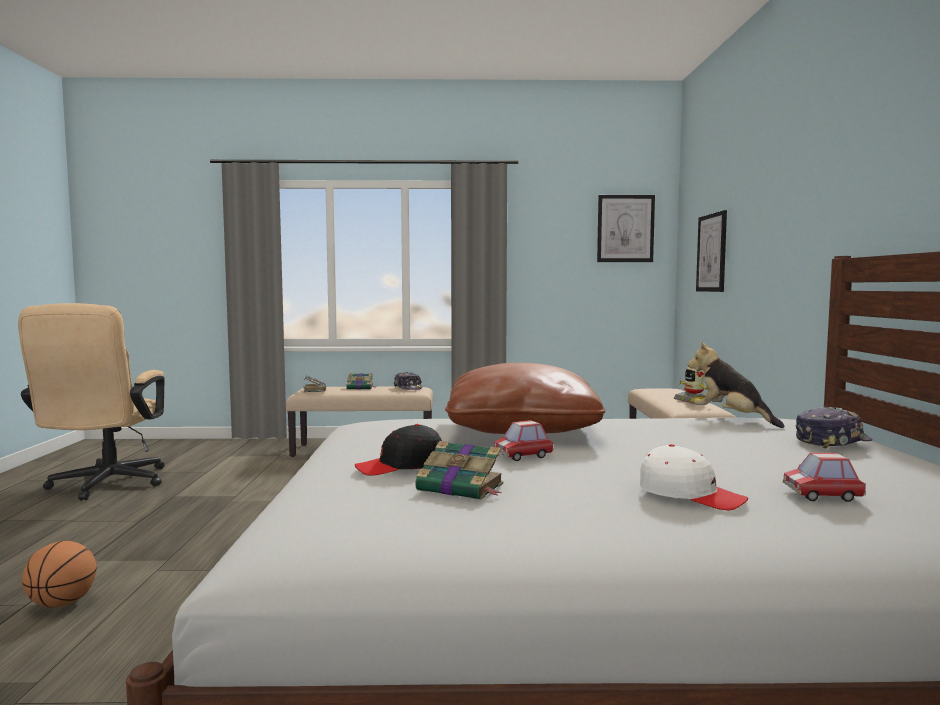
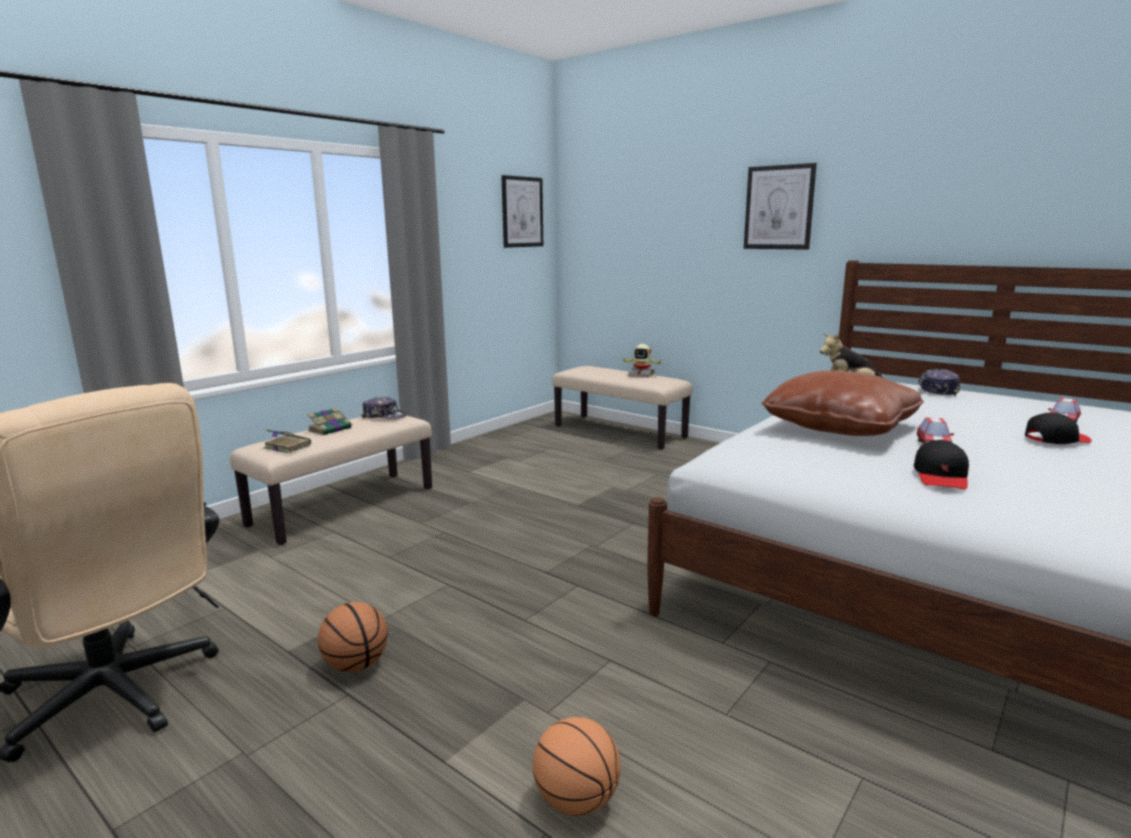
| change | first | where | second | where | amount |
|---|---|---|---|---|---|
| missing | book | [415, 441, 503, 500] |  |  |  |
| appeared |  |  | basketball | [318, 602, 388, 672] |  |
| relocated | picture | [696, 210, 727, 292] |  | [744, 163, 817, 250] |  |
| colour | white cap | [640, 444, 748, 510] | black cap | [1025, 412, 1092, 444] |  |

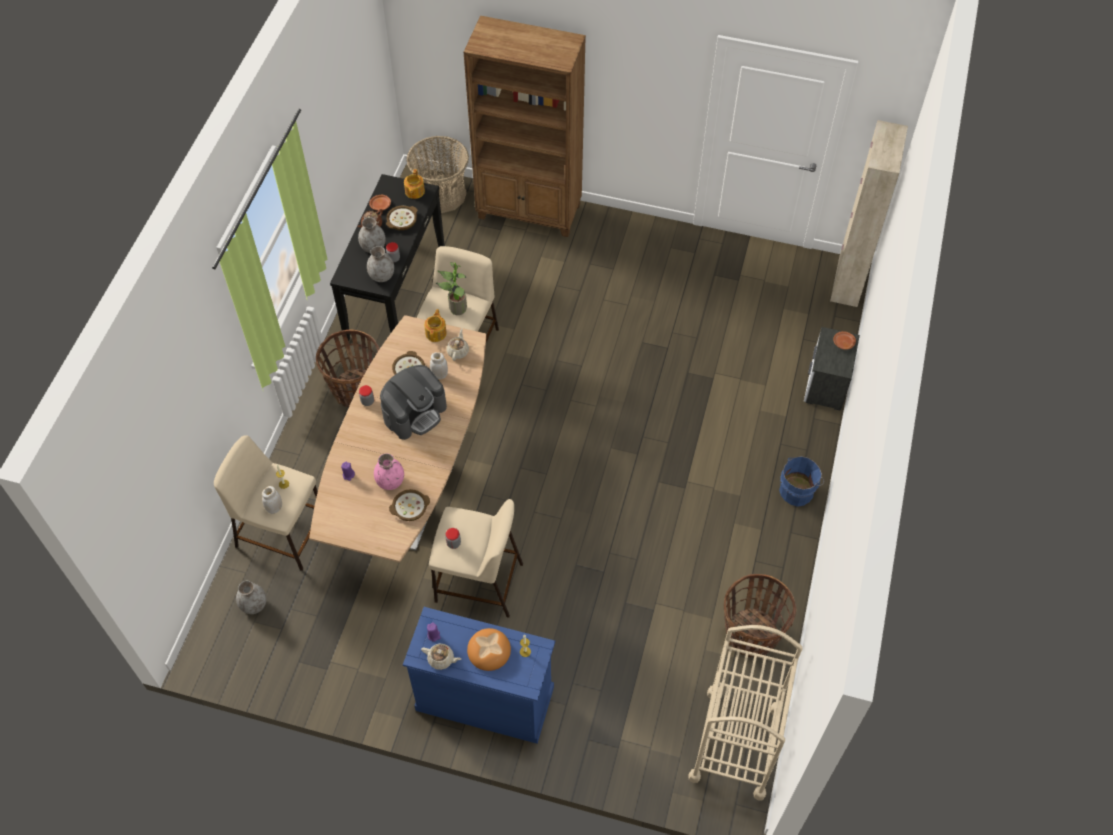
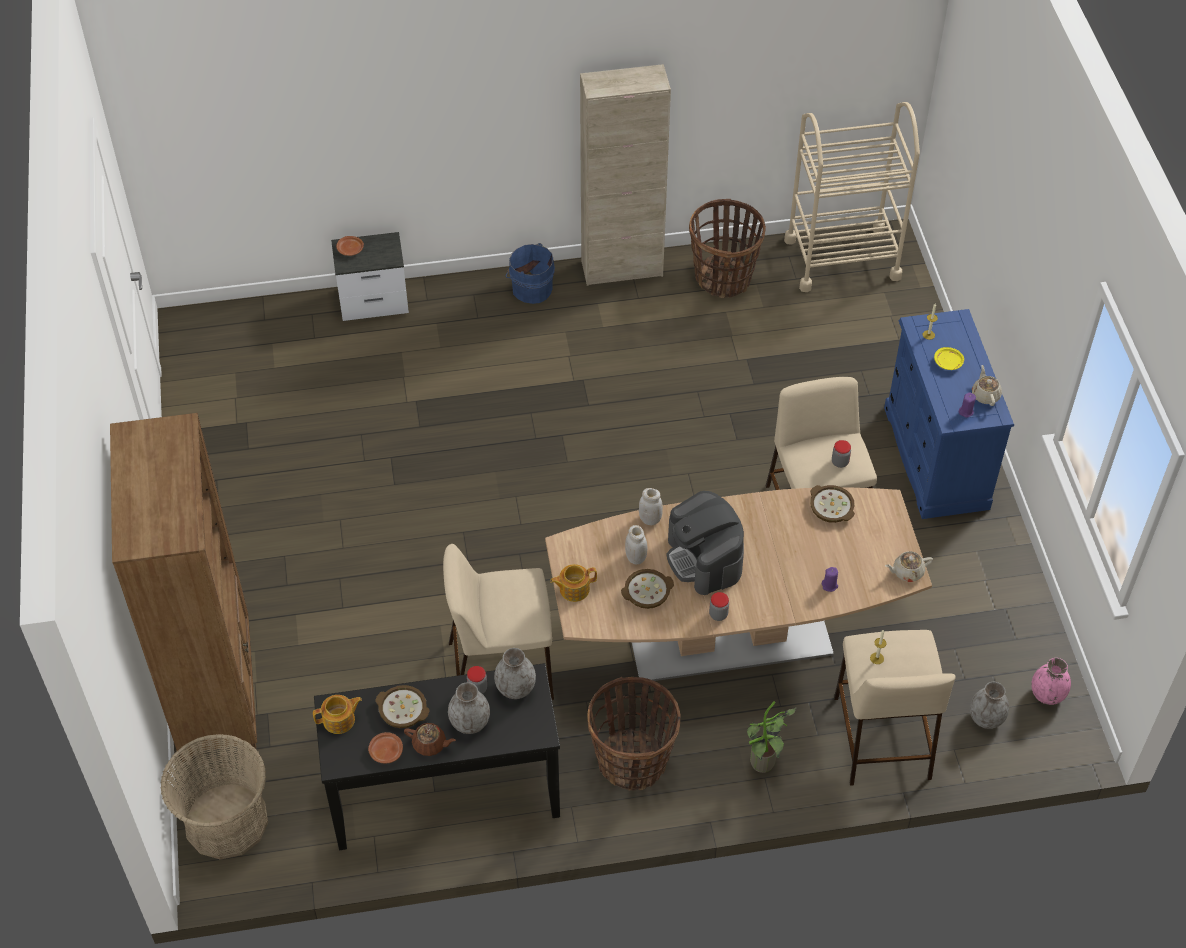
| change | first | where | second | where | amount |
|---|---|---|---|---|---|
| relocated | white jar | [262, 486, 282, 514] |  | [639, 488, 663, 526] |  |
| relocated | pink vase | [374, 453, 404, 490] |  | [1031, 658, 1071, 705] |  |
| relocated | potted plant | [436, 262, 467, 315] |  | [747, 701, 797, 773] |  |
| relocated | beige teapot | [446, 328, 469, 361] |  | [885, 551, 933, 582] |  |
| relocated | beige cabinet | [830, 120, 908, 307] |  | [580, 64, 671, 286] |  |
| exchanged | bread | [467, 628, 511, 671] | yellow plate | [934, 347, 964, 370] |  |
| spun | coffee machine | [380, 365, 447, 440] |  | [667, 491, 744, 595] | 135 degrees counterclockwise |

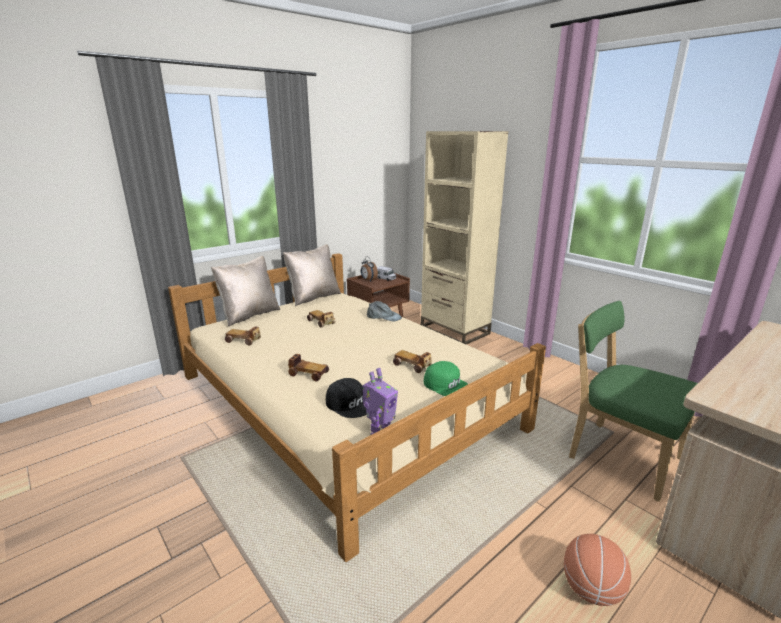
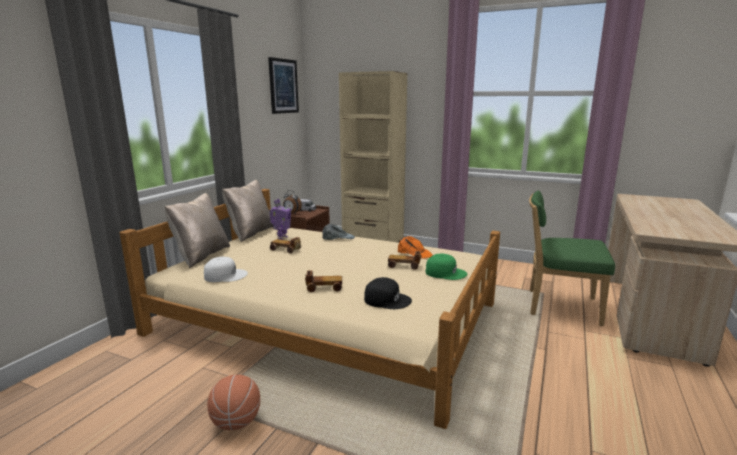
| change | first | where | second | where | amount |
|---|---|---|---|---|---|
| appeared |  |  | picture | [268, 57, 299, 114] |  |
| appeared |  |  | orange cap | [398, 236, 433, 259] |  |
| relocated | toy robot | [362, 368, 398, 435] |  | [269, 199, 291, 240] |  |
| relocated | basketball | [564, 534, 631, 606] |  | [207, 375, 260, 430] |  |
| exchanged | toy car | [225, 327, 261, 346] | white cap | [204, 257, 248, 282] |  |

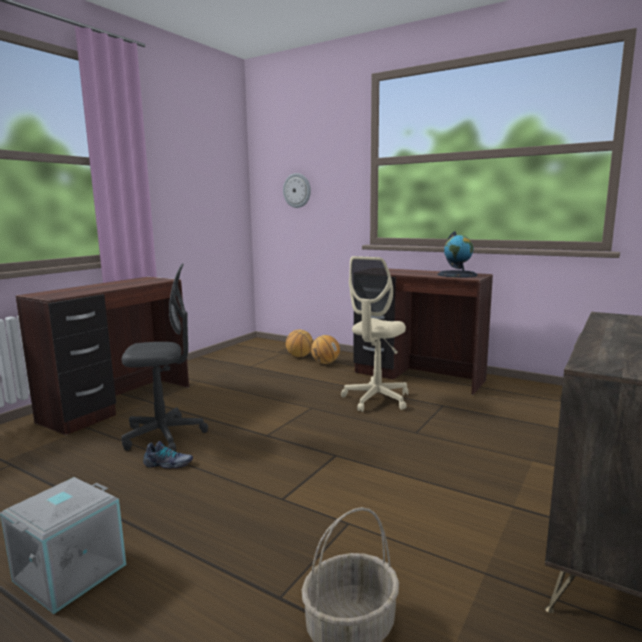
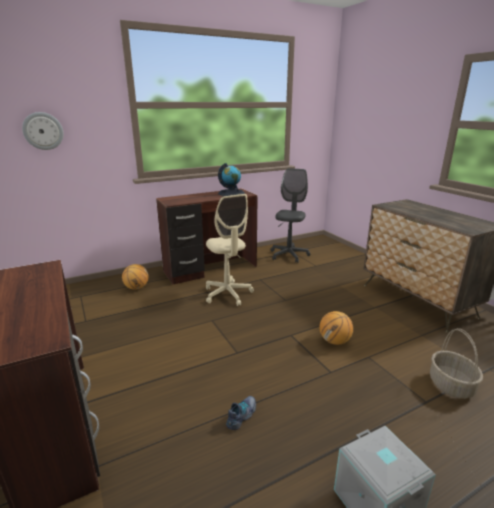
| change | first | where | second | where | amount |
|---|---|---|---|---|---|
| relocated | grey office chair | [121, 263, 208, 452] |  | [271, 168, 310, 263] |  |
| relocated | basketball | [286, 330, 313, 357] |  | [320, 311, 353, 345] |  |

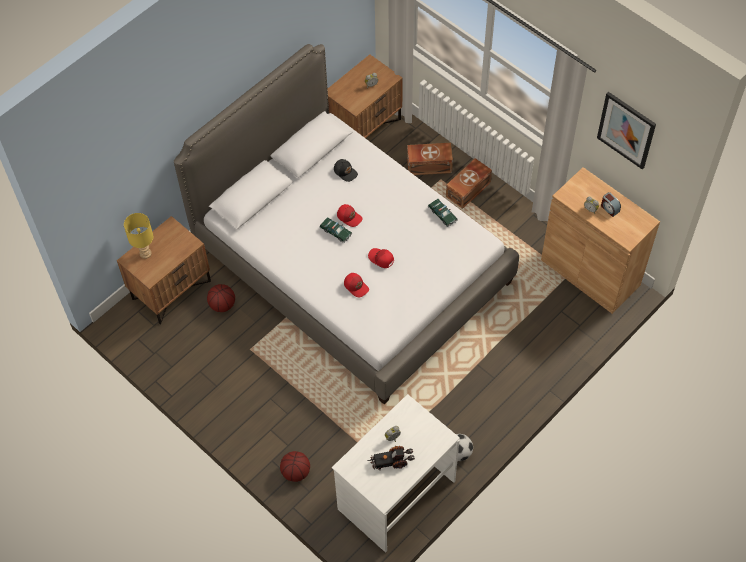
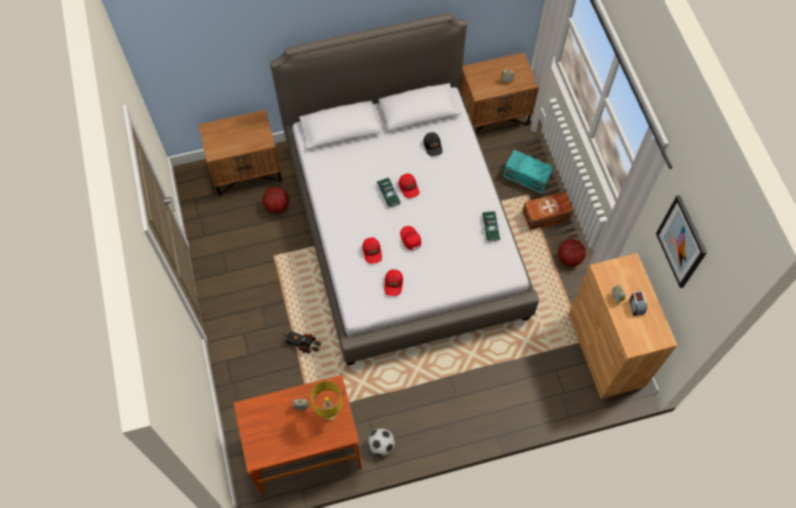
| change | first | where | second | where | amount |
|---|---|---|---|---|---|
| appeared |  |  | red cap | [384, 269, 403, 296] |  |
| relocated | yellow table lamp | [124, 213, 153, 259] |  | [311, 381, 342, 421] |  |
| relocated | basketball | [280, 451, 310, 482] |  | [558, 239, 586, 266] |  |
| relocated | toy truck | [367, 446, 415, 470] |  | [282, 331, 321, 353] |  |
| colour | white desk | [332, 394, 460, 553] | brown desk | [234, 375, 362, 496] |  |
| colour | brown storage box | [407, 143, 453, 175] | turquoise storage box | [503, 150, 553, 194] |  |

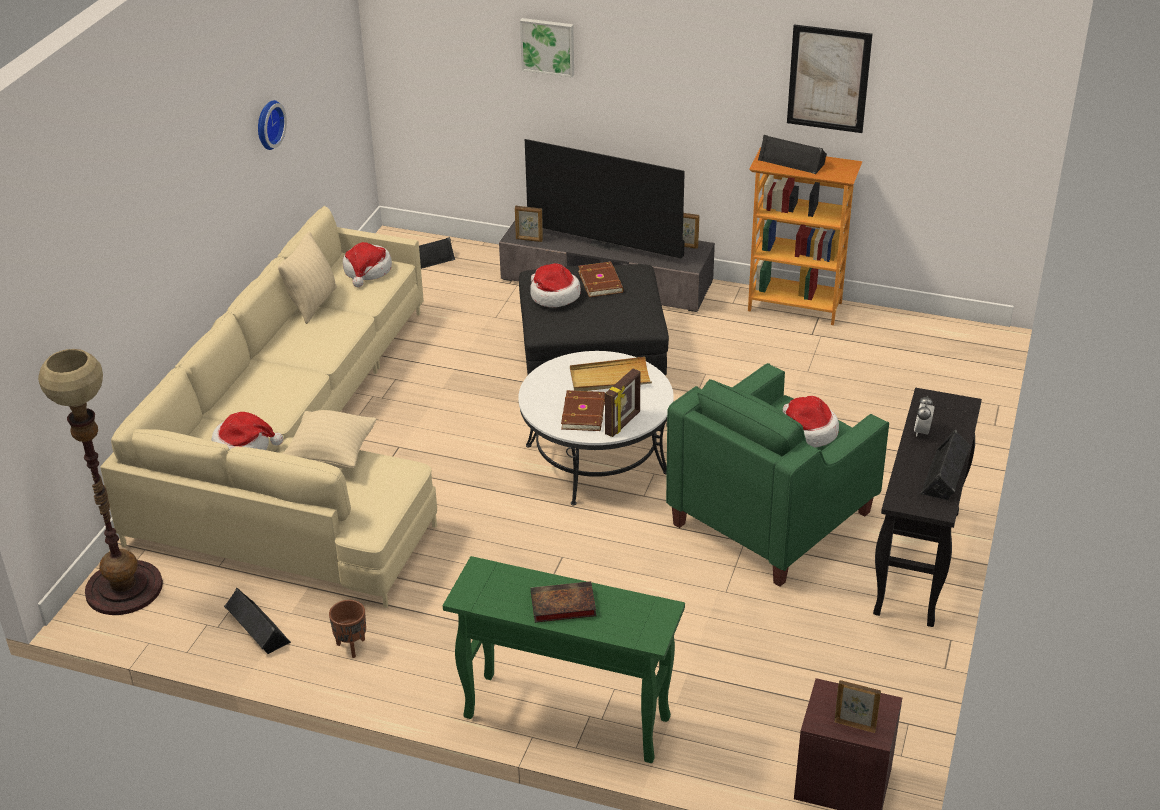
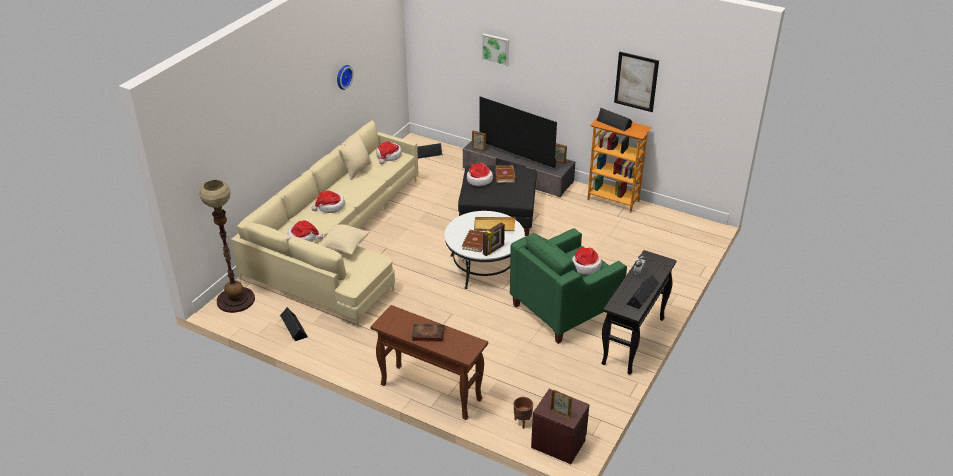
| change | first | where | second | where | amount |
|---|---|---|---|---|---|
| appeared |  |  | hat | [312, 191, 345, 213] |  |
| relocated | brown planter | [329, 600, 366, 658] |  | [514, 397, 533, 429] |  |
| colour | green console table | [443, 556, 685, 763] | brown console table | [370, 305, 488, 420] |  |

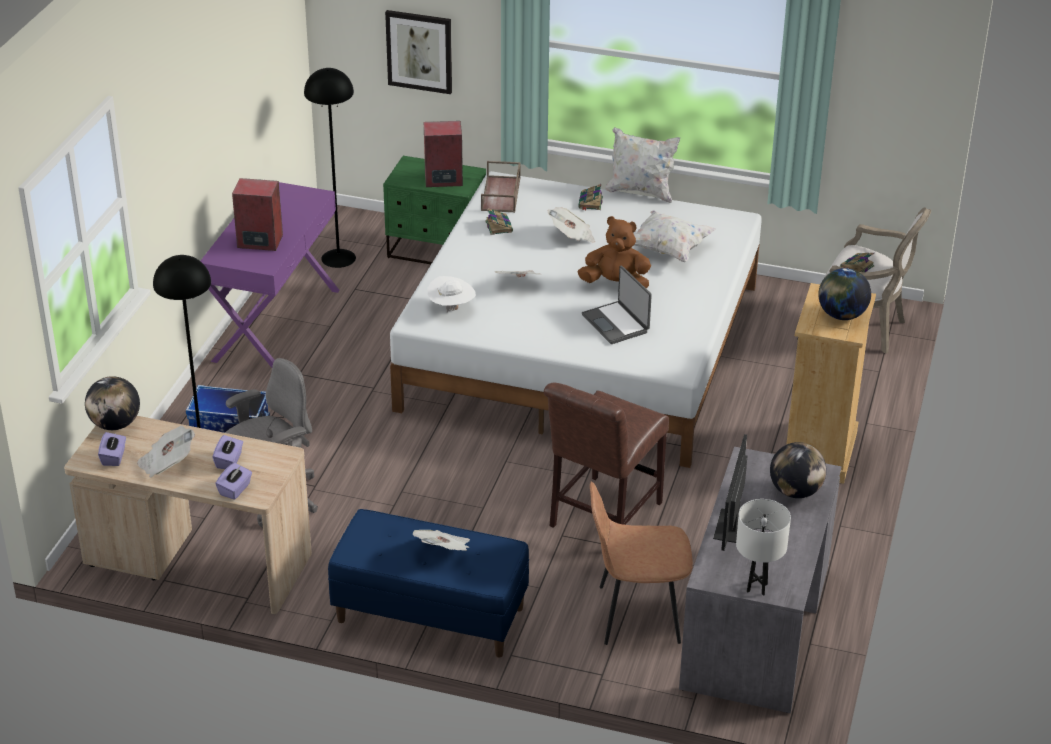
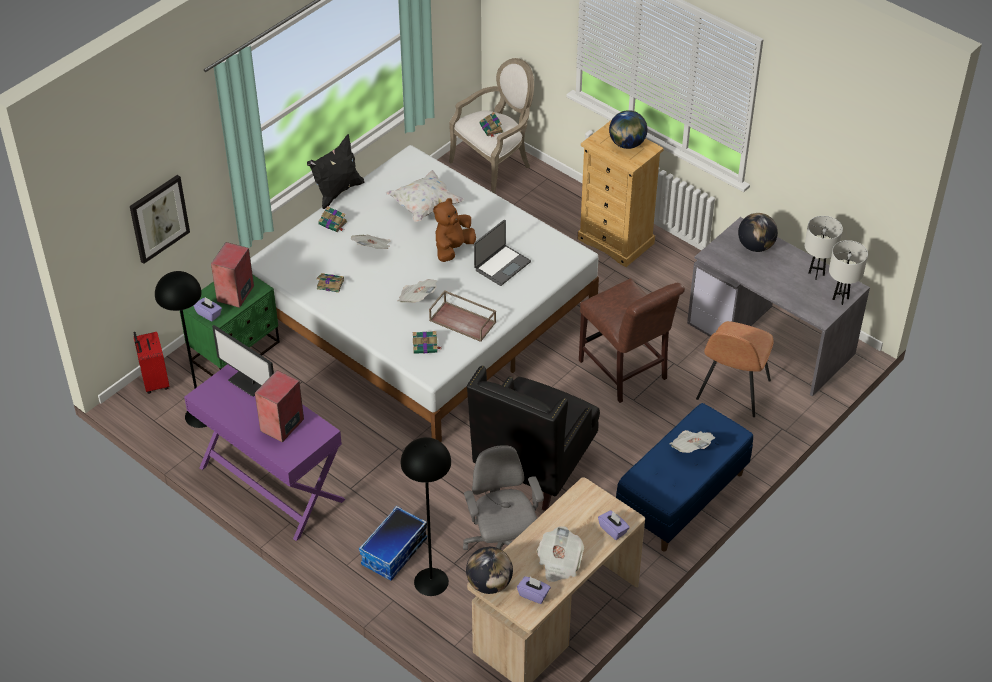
| change | first | where | second | where | amount |
|---|---|---|---|---|---|
| appeared |  |  | red suitcase | [133, 332, 169, 394] |  |
| appeared |  |  | black armchair | [467, 366, 600, 511] |  |
| appeared |  |  | white table lamp | [805, 216, 843, 280] |  |
| relocated | purple tissue box | [212, 435, 243, 469] |  | [193, 297, 222, 322] |  |
| relocated | brown tray | [481, 161, 520, 213] |  | [429, 290, 496, 342] |  |
| relocated | monitor | [713, 434, 747, 551] |  | [212, 325, 274, 397] |  |
| exchanged | white hat | [428, 276, 476, 312] | book | [413, 331, 441, 354] |  |
| colour | white pillow | [605, 127, 680, 203] | black pillow | [307, 134, 365, 209] |  |
| spun | laptop | [582, 266, 652, 344] |  | [474, 220, 531, 286] | 45 degrees counterclockwise |

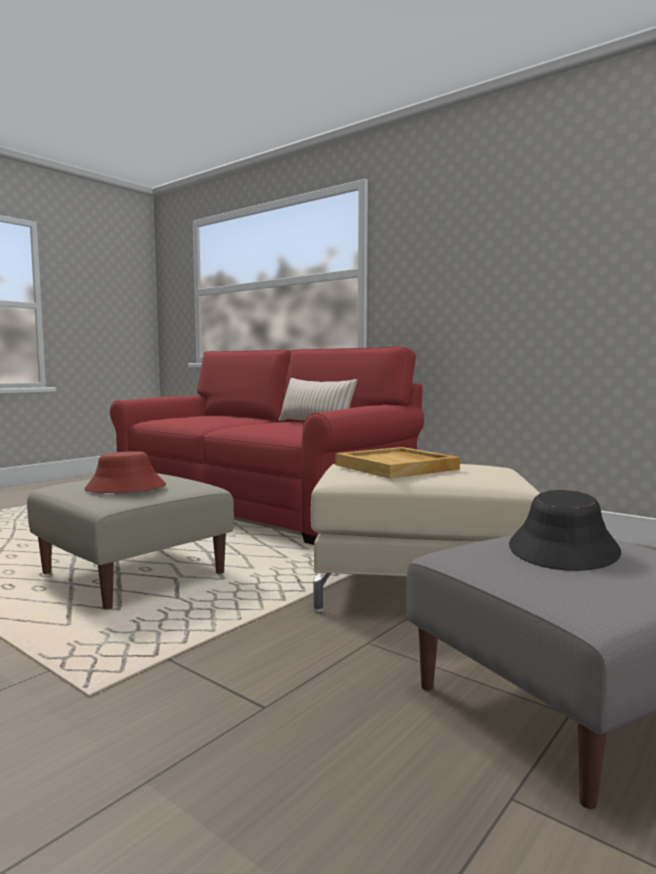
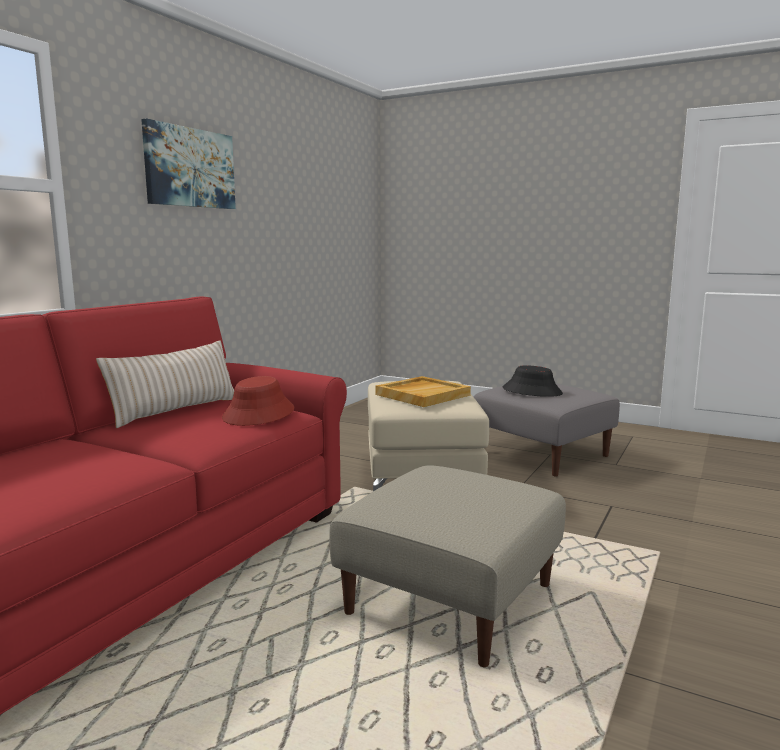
| change | first | where | second | where | amount |
|---|---|---|---|---|---|
| appeared |  |  | picture | [141, 118, 236, 209] |  |
| relocated | red hat | [84, 451, 166, 493] |  | [222, 376, 294, 426] |  |

